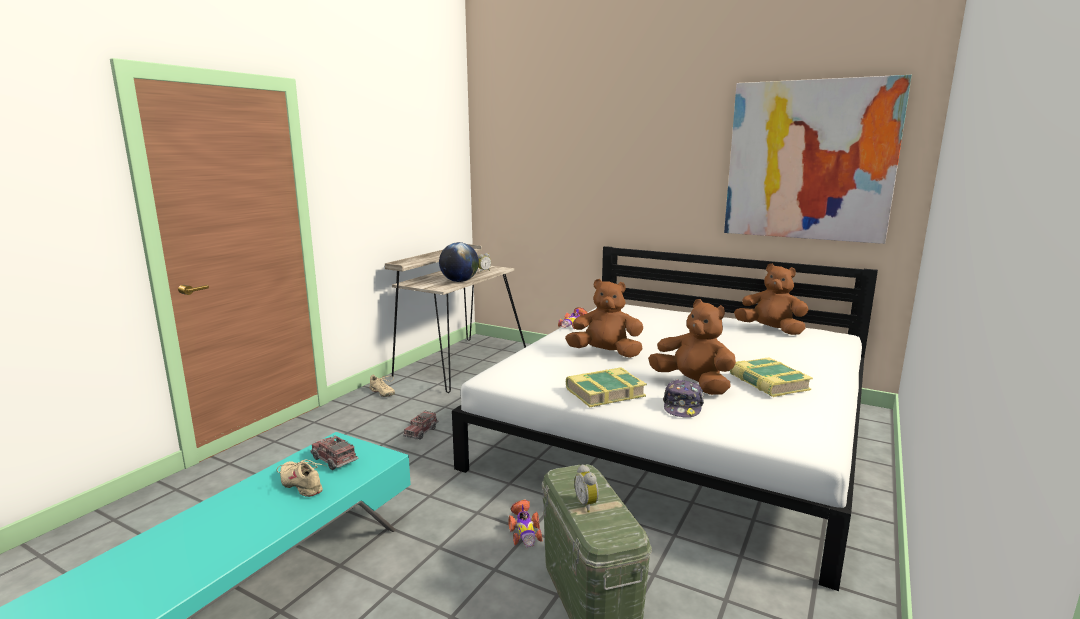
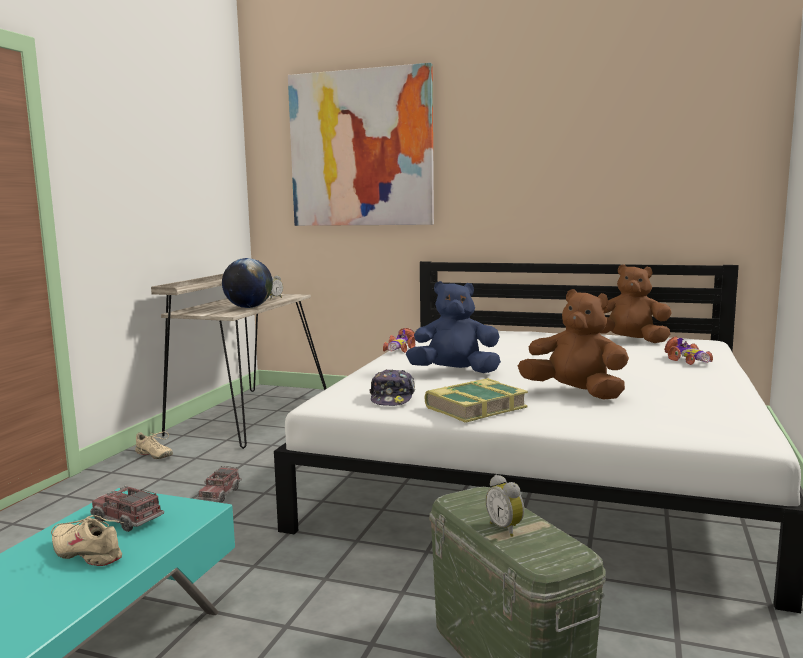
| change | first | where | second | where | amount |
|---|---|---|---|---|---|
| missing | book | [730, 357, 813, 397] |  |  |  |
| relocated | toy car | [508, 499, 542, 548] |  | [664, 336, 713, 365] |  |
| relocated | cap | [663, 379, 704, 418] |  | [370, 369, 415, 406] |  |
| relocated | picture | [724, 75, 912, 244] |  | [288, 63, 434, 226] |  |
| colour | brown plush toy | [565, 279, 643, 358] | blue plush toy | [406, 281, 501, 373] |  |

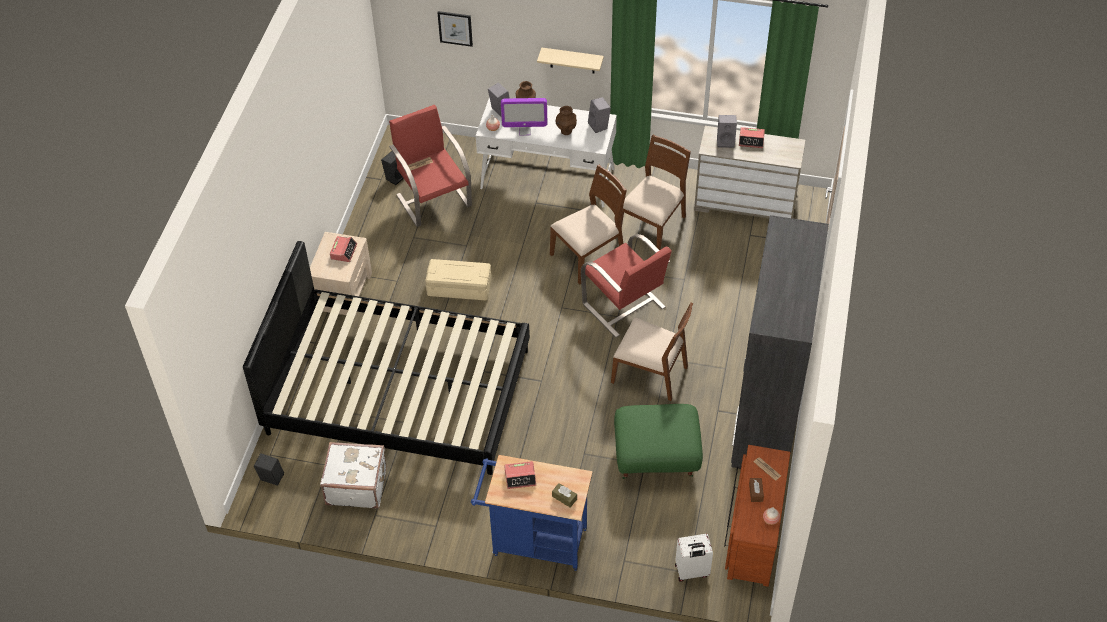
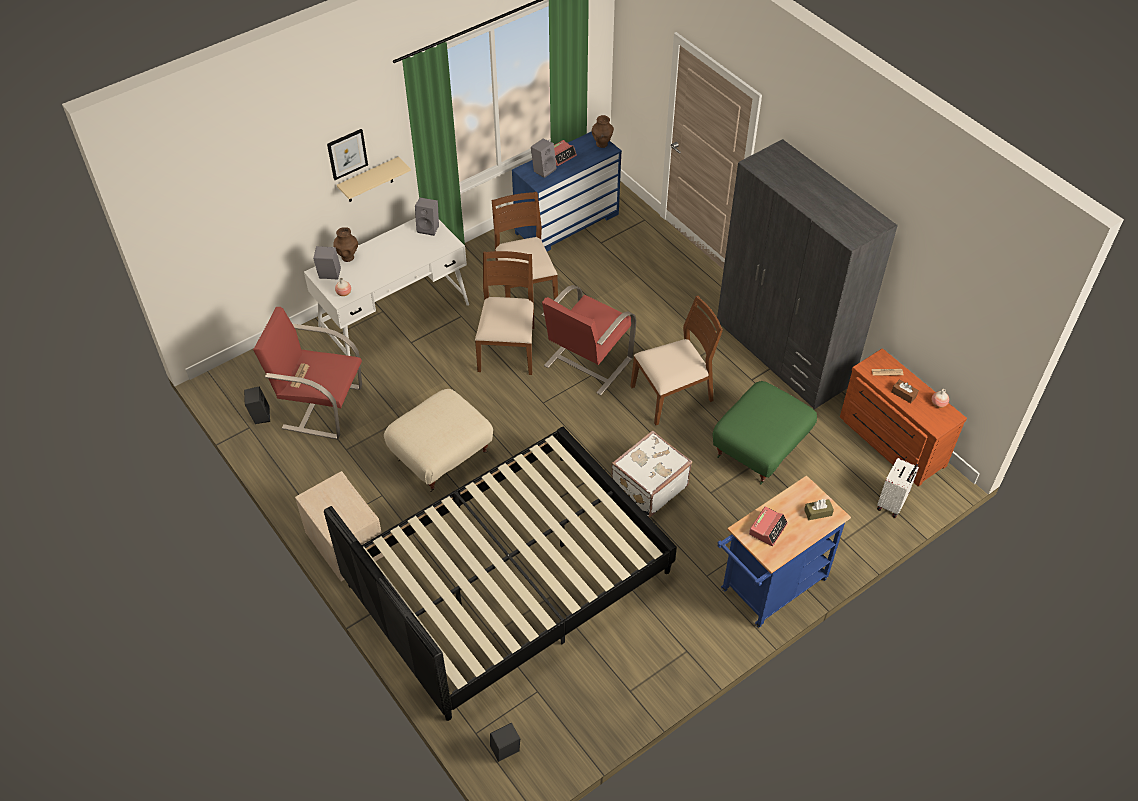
| change | first | where | second | where | amount |
|---|---|---|---|---|---|
| missing | alarm clock | [330, 236, 357, 262] |  |  |  |
| missing | monitor | [501, 98, 547, 136] |  |  |  |
| relocated | white suitcase | [320, 442, 386, 509] |  | [611, 430, 692, 517] |  |
| relocated | picture | [437, 11, 473, 47] |  | [327, 129, 368, 180] |  |
| relocated | brown vase | [556, 106, 577, 135] |  | [592, 115, 614, 148] |  |
| exchanged | beige storage box | [425, 259, 491, 300] | beige ottoman | [384, 389, 493, 492] |  |
| colour | beige dresser | [694, 126, 805, 218] | blue dresser | [512, 131, 622, 251] |  |
| spun | red armchair | [581, 234, 672, 337] |  | [542, 285, 636, 395] | 120 degrees clockwise |

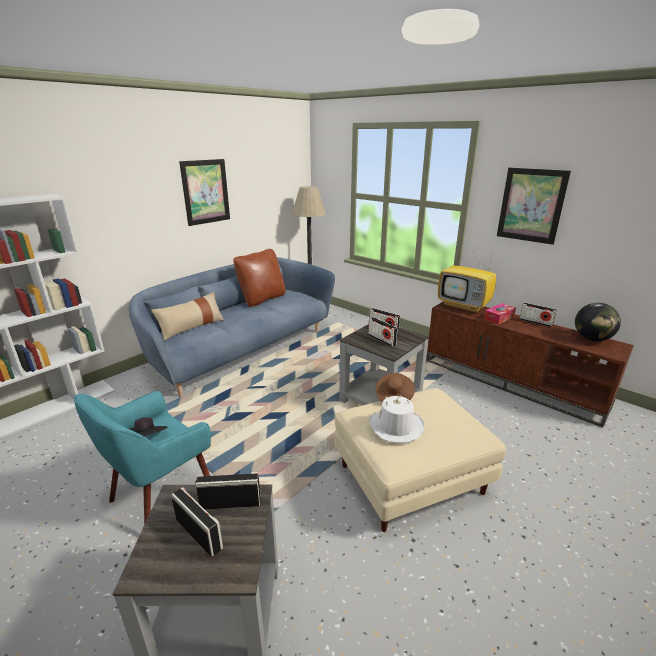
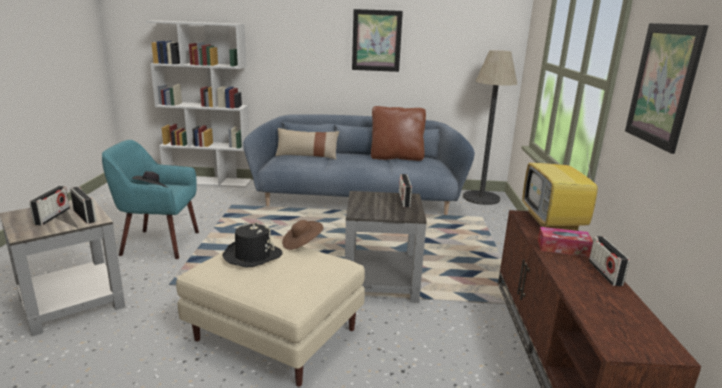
| change | first | where | second | where | amount |
|---|---|---|---|---|---|
| missing | radio | [368, 317, 398, 347] |  |  |  |
| missing | globe | [575, 303, 621, 341] |  |  |  |
| colour | white hat | [369, 395, 424, 443] | black hat | [222, 222, 283, 267] |  |

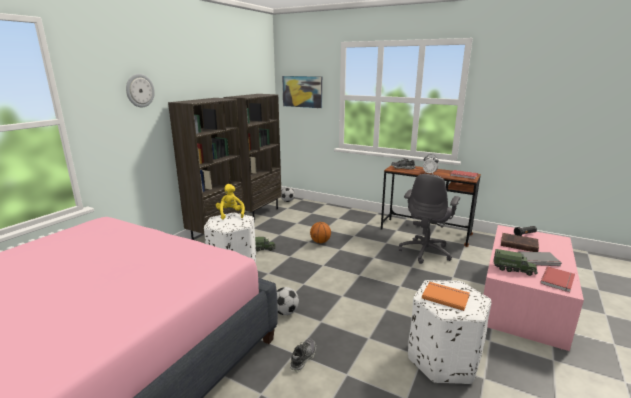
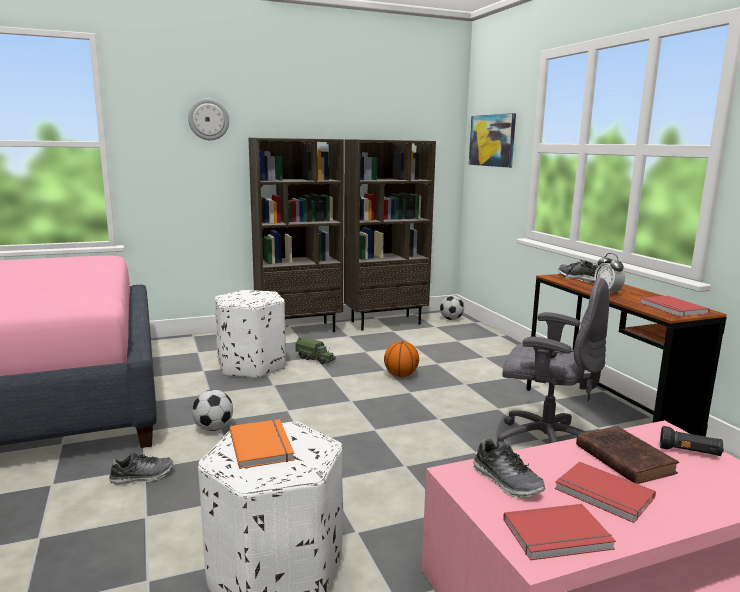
| change | first | where | second | where | amount |
|---|---|---|---|---|---|
| missing | yellow plush toy | [216, 184, 245, 220] |  |  |  |
| exchanged | toy truck | [493, 249, 538, 276] | shoe | [472, 438, 545, 498] |  |
| colour | grey book | [518, 251, 561, 266] | red book | [555, 461, 656, 523] |  |
| spun | grey office chair | [399, 174, 460, 264] |  | [496, 277, 609, 447] | 135 degrees counterclockwise |

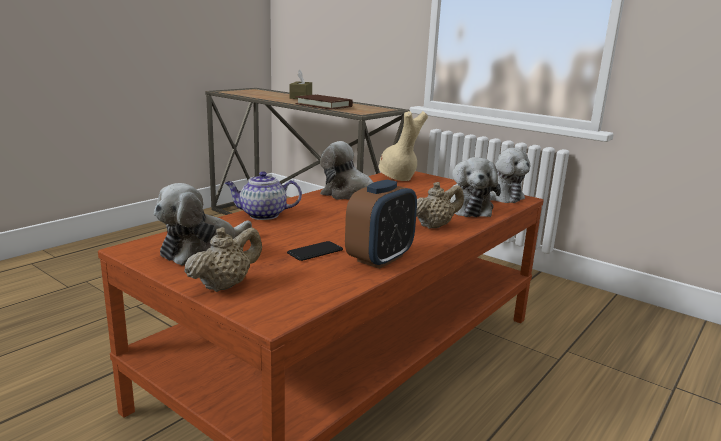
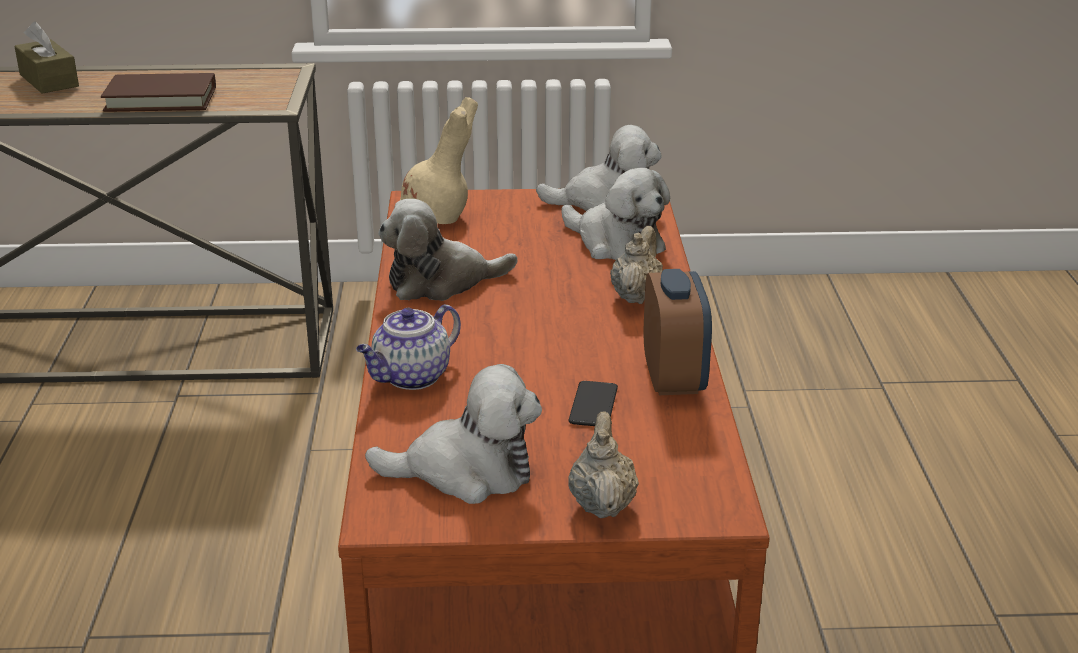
| change | first | where | second | where | amount |
|---|---|---|---|---|---|
| spun | plush toy | [154, 183, 252, 266] |  | [365, 364, 542, 504] | 90 degrees counterclockwise |

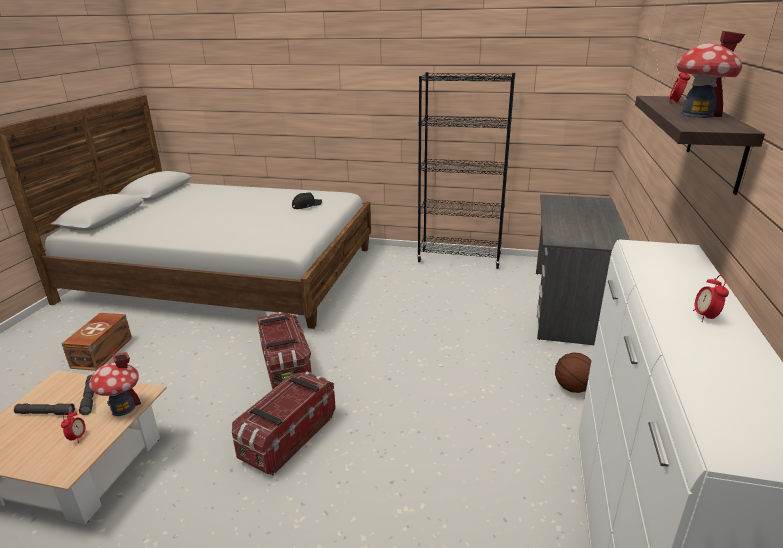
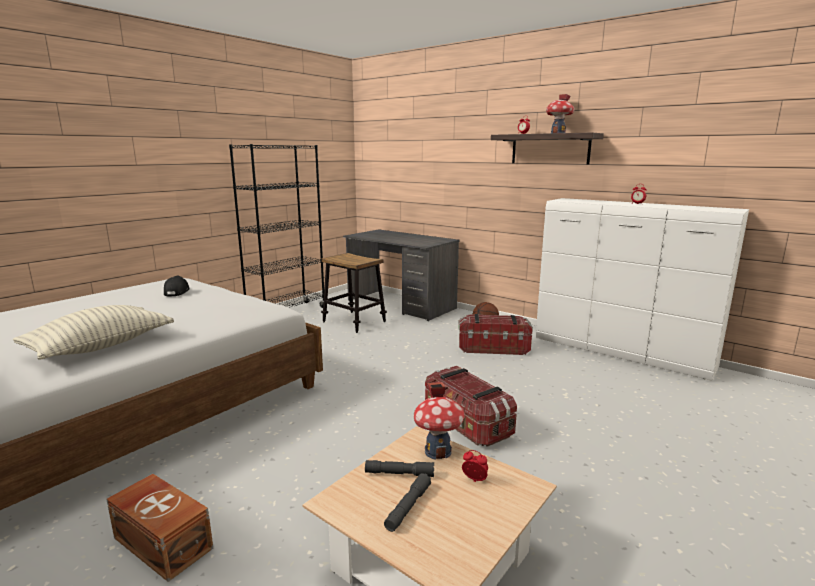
| change | first | where | second | where | amount |
|---|---|---|---|---|---|
| appeared |  |  | pillow | [13, 305, 174, 360] |  |
| appeared |  |  | stool | [321, 253, 387, 333] |  |
| relocated | storage box | [257, 312, 312, 390] |  | [458, 314, 533, 355] |  |

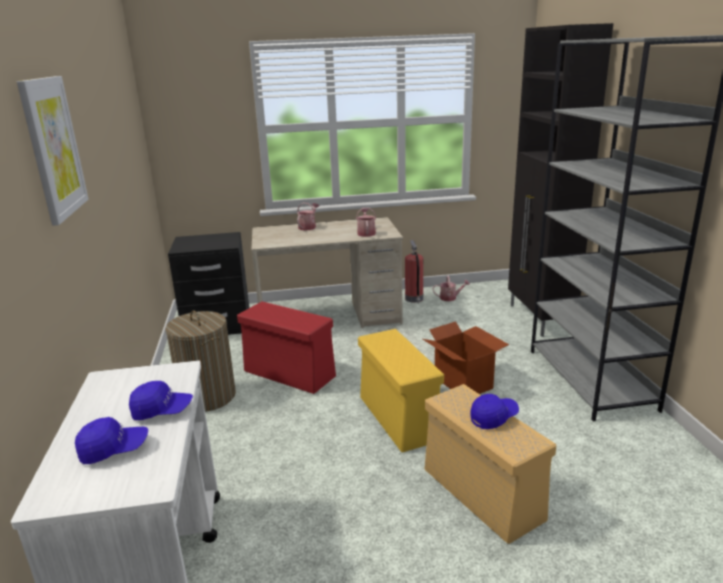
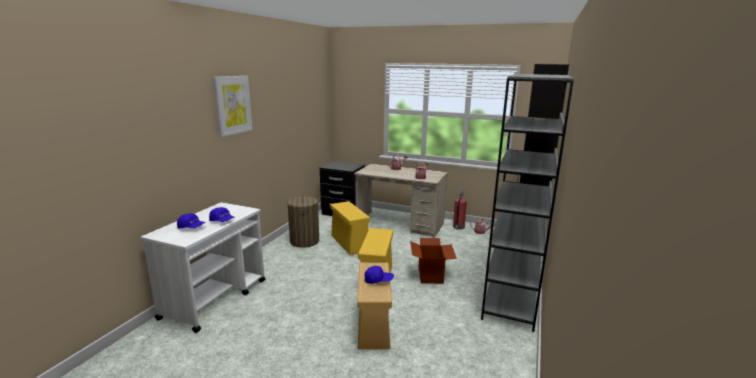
| change | first | where | second | where | amount |
|---|---|---|---|---|---|
| colour | red storage box | [237, 302, 336, 394] | yellow storage box | [331, 201, 370, 255] |  |

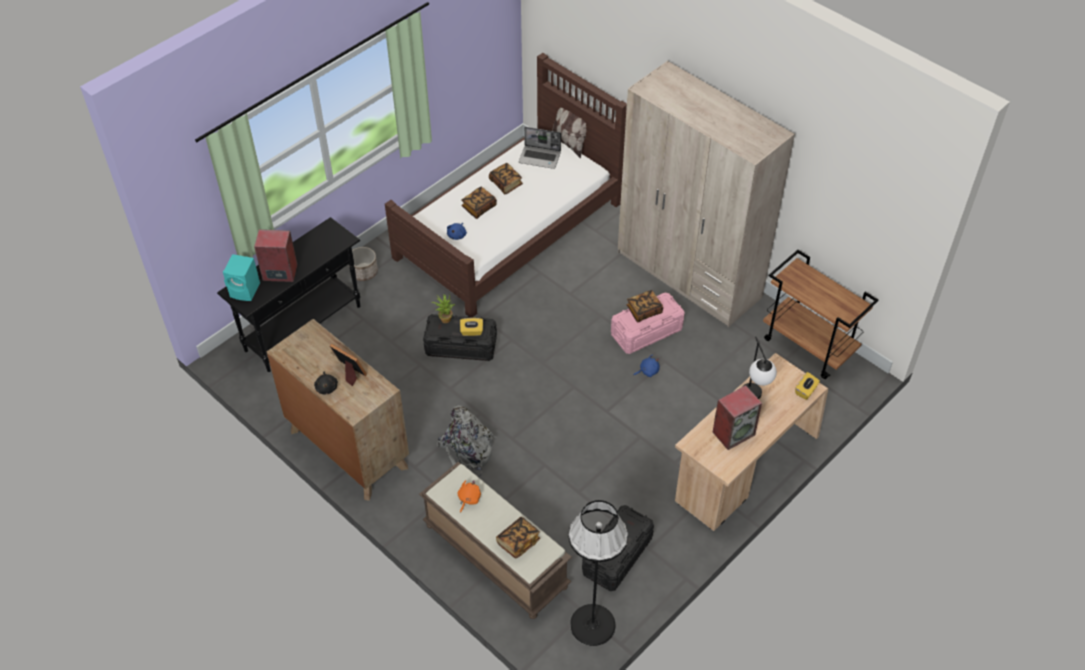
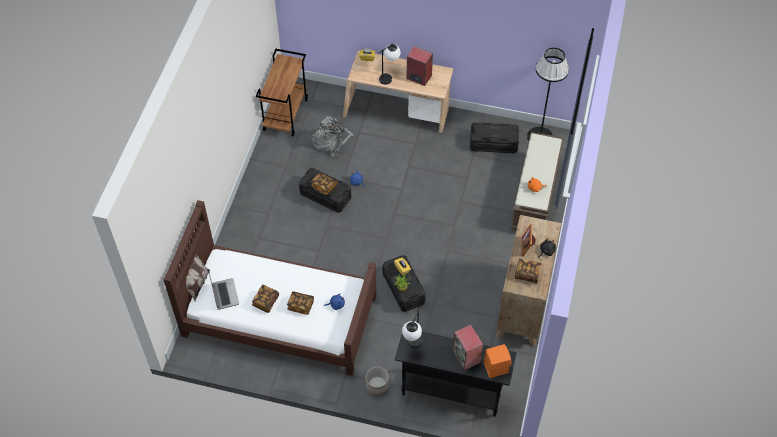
| change | first | where | second | where | amount |
|---|---|---|---|---|---|
| missing | beige wardrobe | [618, 61, 795, 327] |  |  |  |
| appeared |  |  | table lamp | [402, 306, 423, 348] |  |
| relocated | grey backpack | [437, 406, 496, 477] |  | [312, 116, 354, 157] |  |
| relocated | book | [496, 517, 540, 559] |  | [515, 258, 542, 284] |  |
| colour | turquoise speaker | [223, 254, 260, 301] | orange speaker | [484, 344, 511, 378] |  |
| colour | pink storage box | [611, 293, 685, 354] | black storage box | [299, 168, 351, 213] |  |

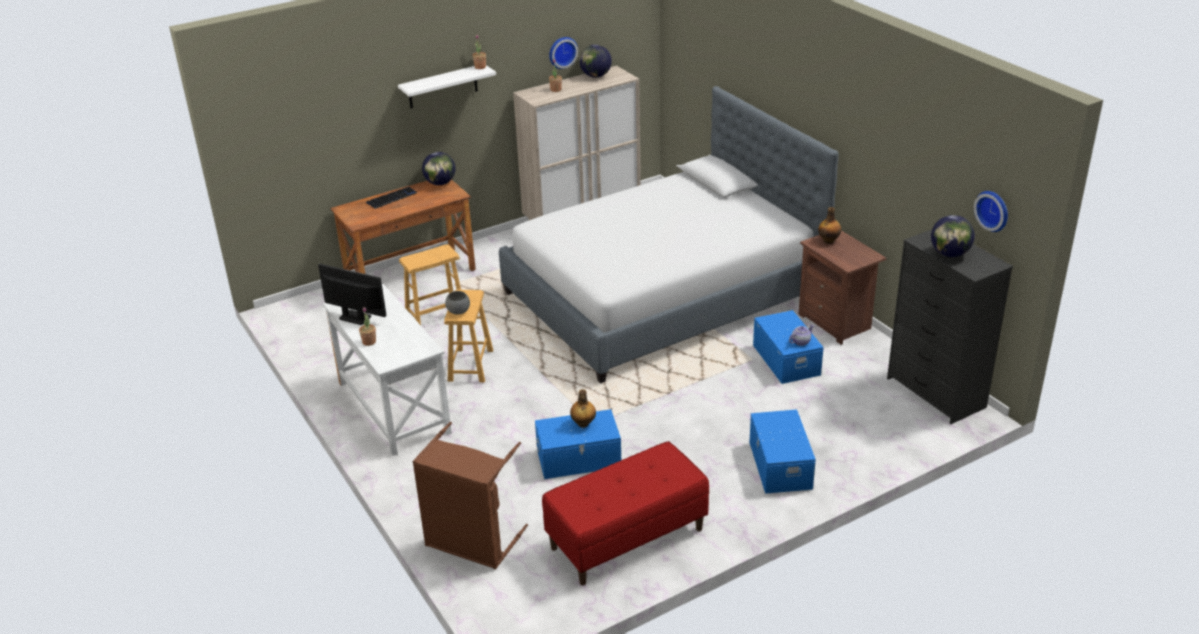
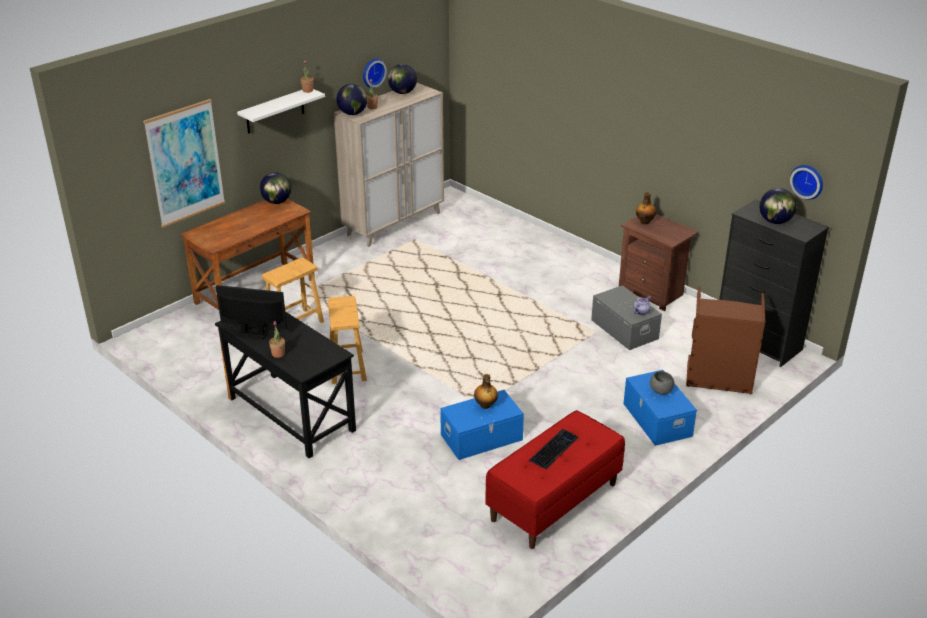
| change | first | where | second | where | amount |
|---|---|---|---|---|---|
| missing | bed | [499, 86, 839, 383] |  |  |  |
| appeared |  |  | picture | [143, 99, 225, 227] |  |
| appeared |  |  | globe | [337, 84, 367, 115] |  |
| relocated | keyboard | [366, 187, 417, 209] |  | [529, 429, 579, 470] |  |
| relocated | brown laundry basket | [412, 422, 528, 569] |  | [686, 286, 765, 394] |  |
| relocated | grey bowl | [445, 291, 470, 315] |  | [650, 371, 674, 395] |  |
| colour | white desk | [322, 284, 452, 456] | black desk | [215, 312, 356, 459] |  |
| colour | blue storage box | [753, 310, 824, 384] | grey storage box | [591, 285, 662, 350] |  |

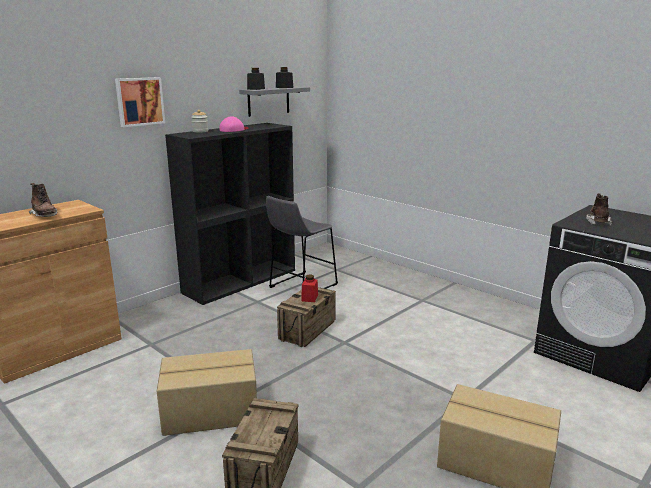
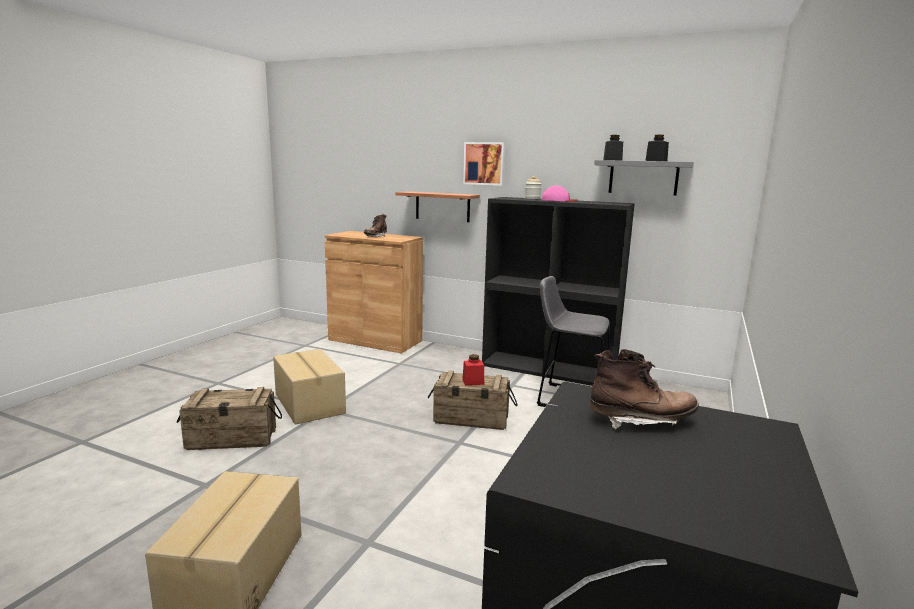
| change | first | where | second | where | amount |
|---|---|---|---|---|---|
| appeared |  |  | shelf | [395, 191, 480, 222] |  |

